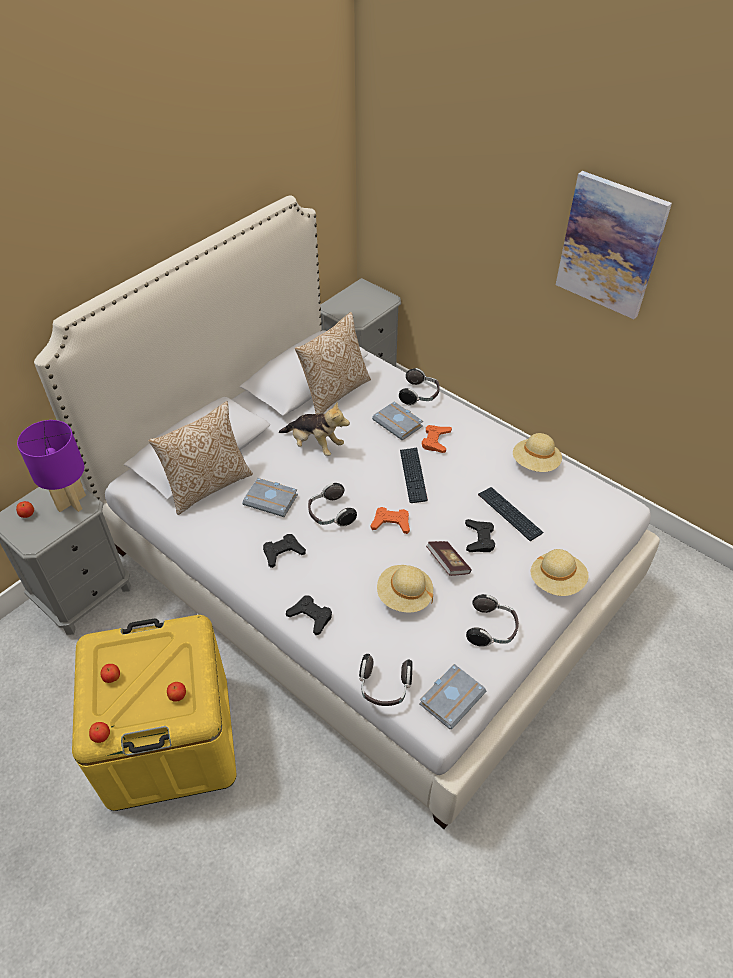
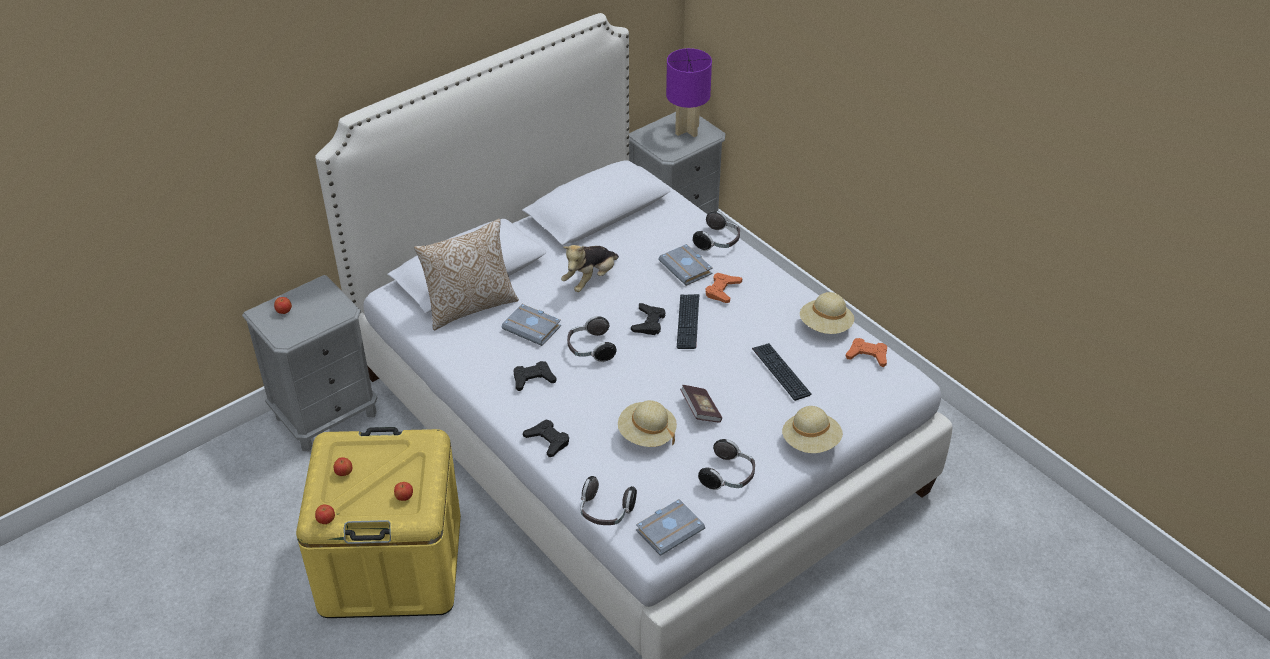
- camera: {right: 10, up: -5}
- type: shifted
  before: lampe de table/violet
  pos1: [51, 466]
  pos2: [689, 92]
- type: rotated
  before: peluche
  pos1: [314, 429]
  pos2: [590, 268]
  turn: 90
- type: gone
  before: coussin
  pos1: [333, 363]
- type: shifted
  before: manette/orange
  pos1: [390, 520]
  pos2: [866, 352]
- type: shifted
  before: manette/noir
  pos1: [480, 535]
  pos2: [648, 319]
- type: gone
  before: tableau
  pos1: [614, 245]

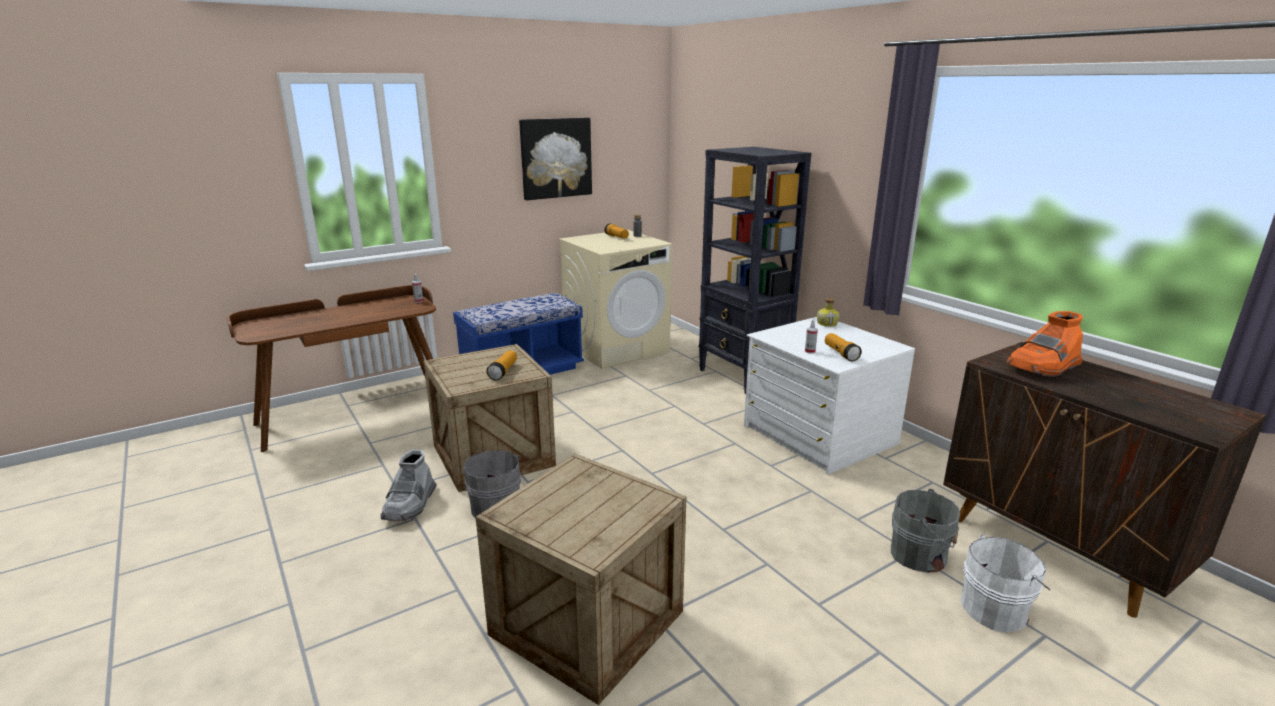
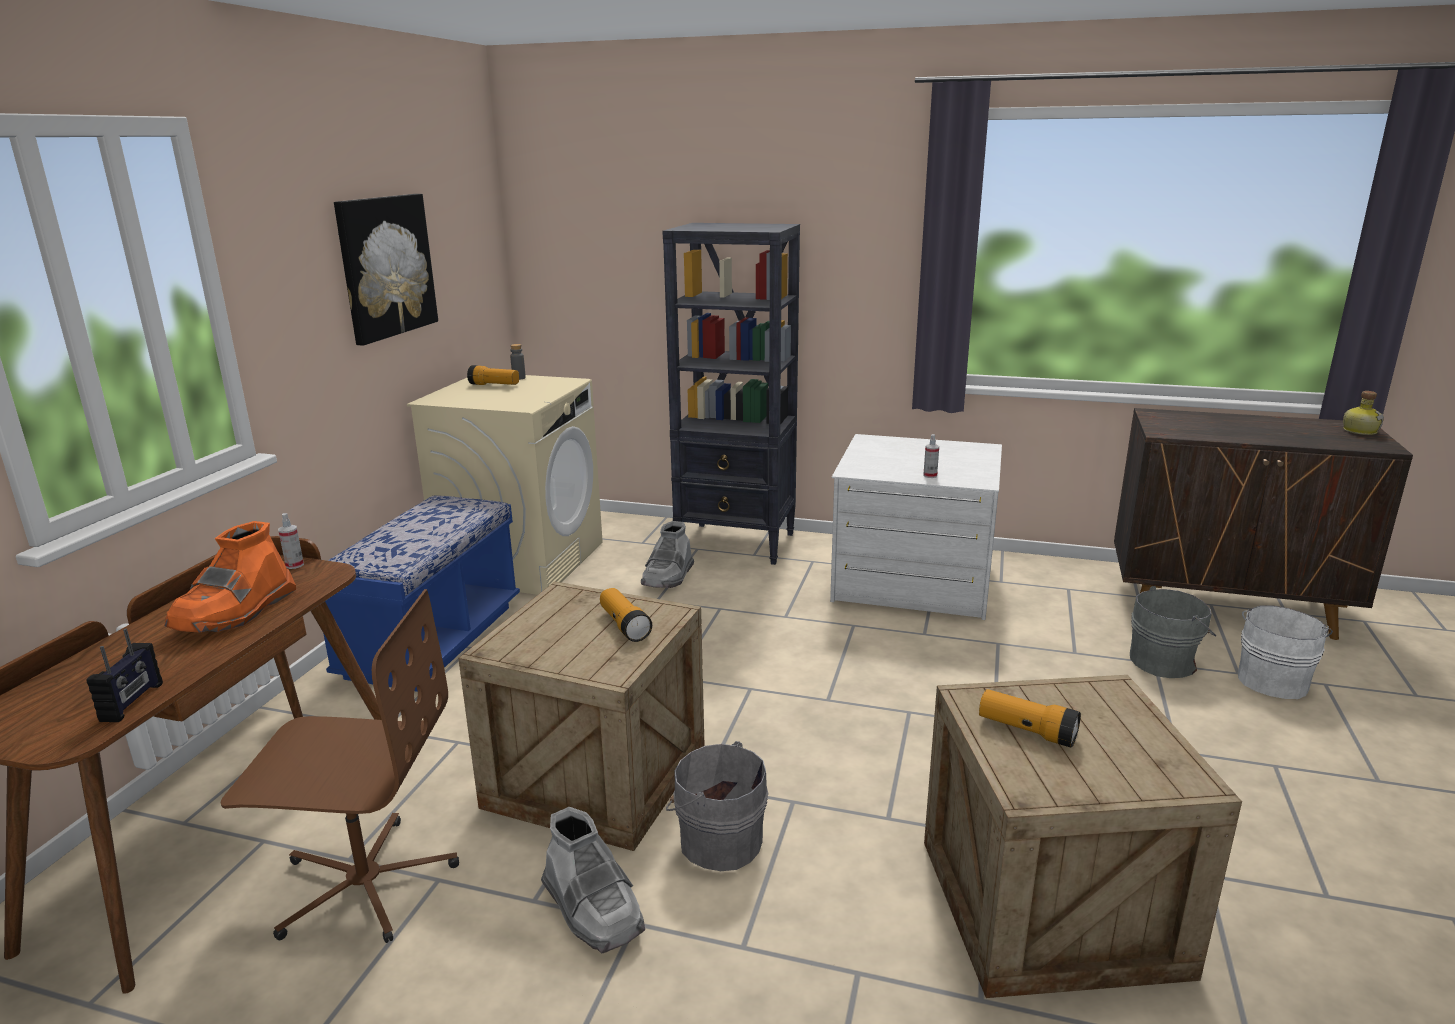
- camera: {right: -40, up: 0}
- type: shifted
  before: bouteille
  pos1: [828, 312]
  pos2: [1363, 413]
- type: shifted
  before: lampe de poche
  pos1: [843, 347]
  pos2: [1030, 718]
- type: shifted
  before: botte/orange
  pos1: [1045, 344]
  pos2: [230, 576]
- type: new
  after: radio
  pos2: [124, 675]
- type: new
  after: chaise de bureau/marron
  pos2: [340, 766]
- type: new
  after: botte/gris
  pos2: [667, 554]

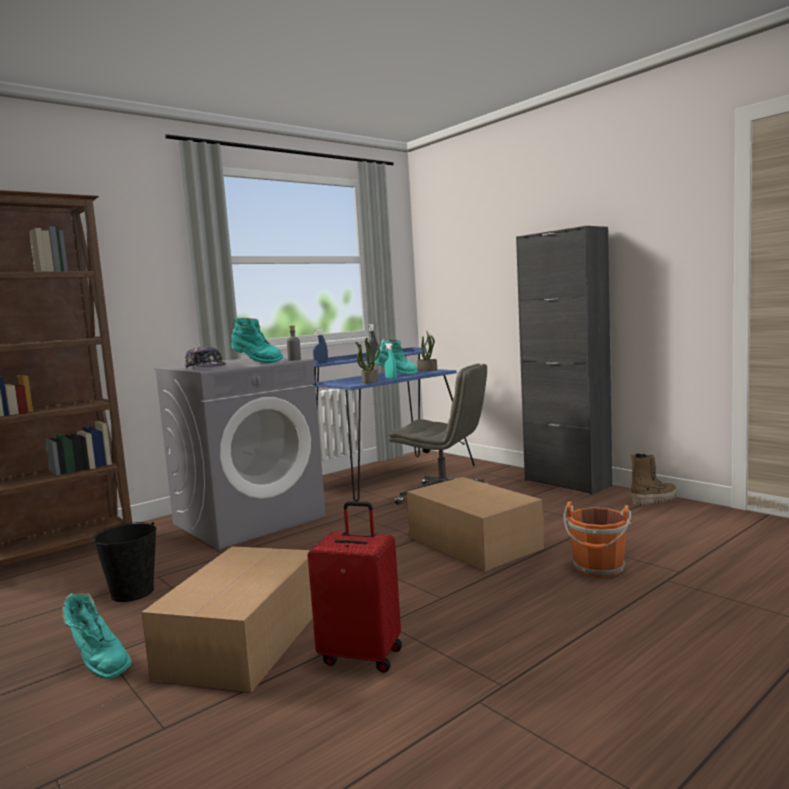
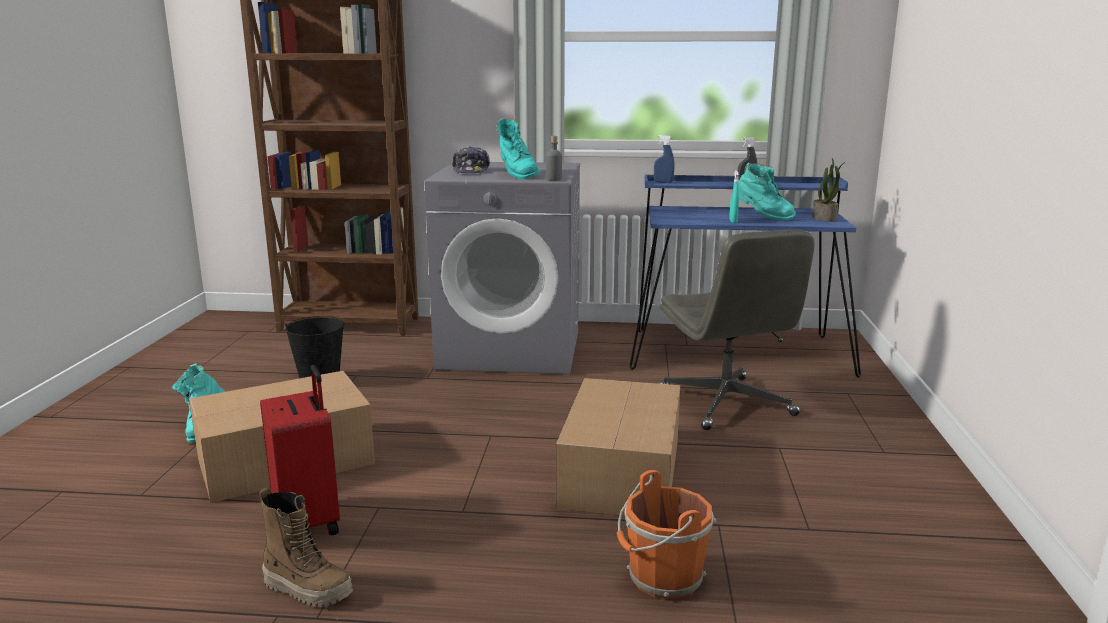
- camera: {right: 45, up: 10}
- type: gone
  before: plante en pot
  pos1: [367, 361]
- type: gone
  before: meuble de rangement/noir
  pos1: [564, 360]
- type: shifted
  before: botte
  pos1: [653, 479]
  pos2: [306, 547]

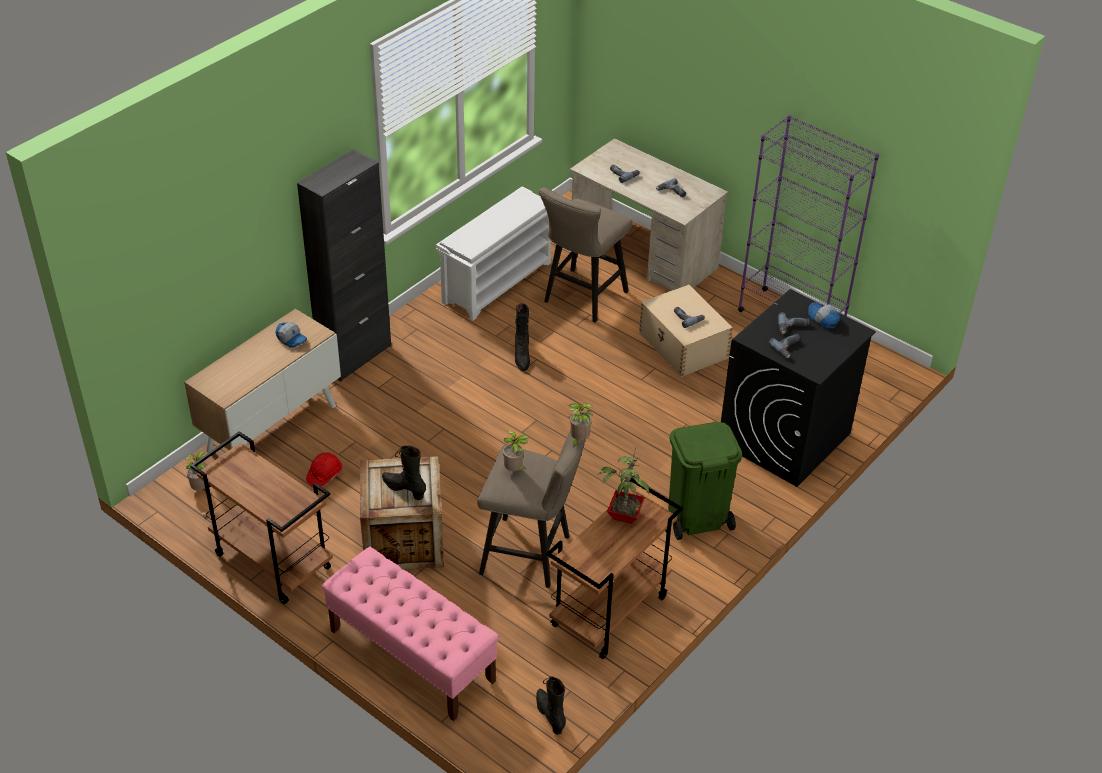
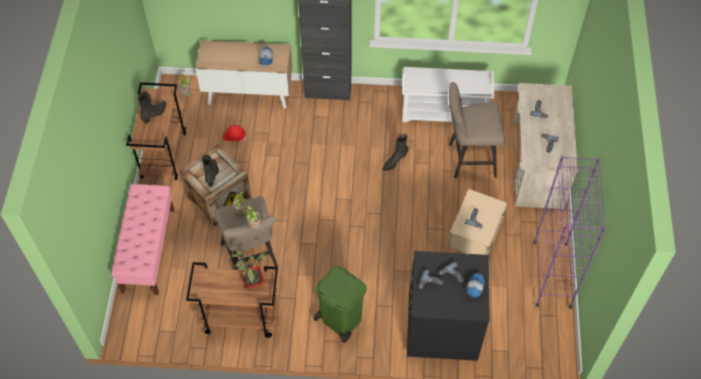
- camera: {right: 55, up: 15}
- type: shifted
  before: botte/noir
  pos1: [551, 705]
  pos2: [152, 107]

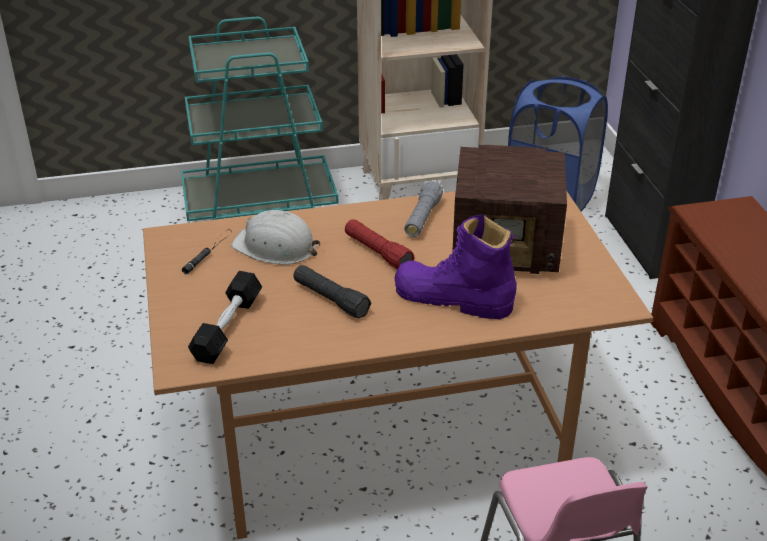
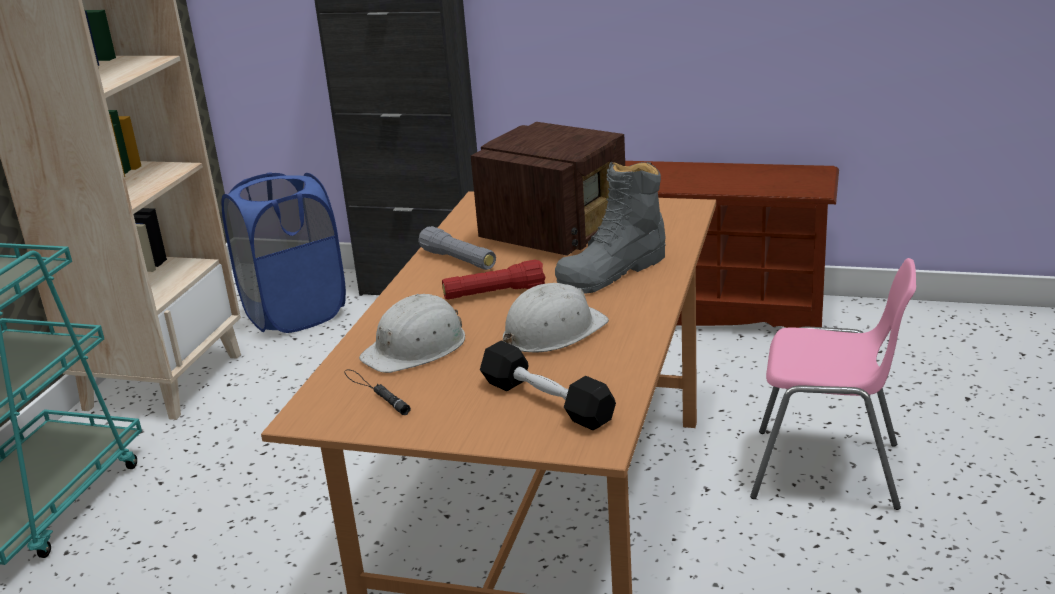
- camera: {right: -60, up: -10}
- type: swapped
  before: lampe de poche/noir
  after: casque de chantier/blanc
  pos1: [332, 292]
  pos2: [556, 317]
- type: repainted
  before: botte/violet
  after: botte/gris
  pos1: [455, 267]
  pos2: [610, 227]

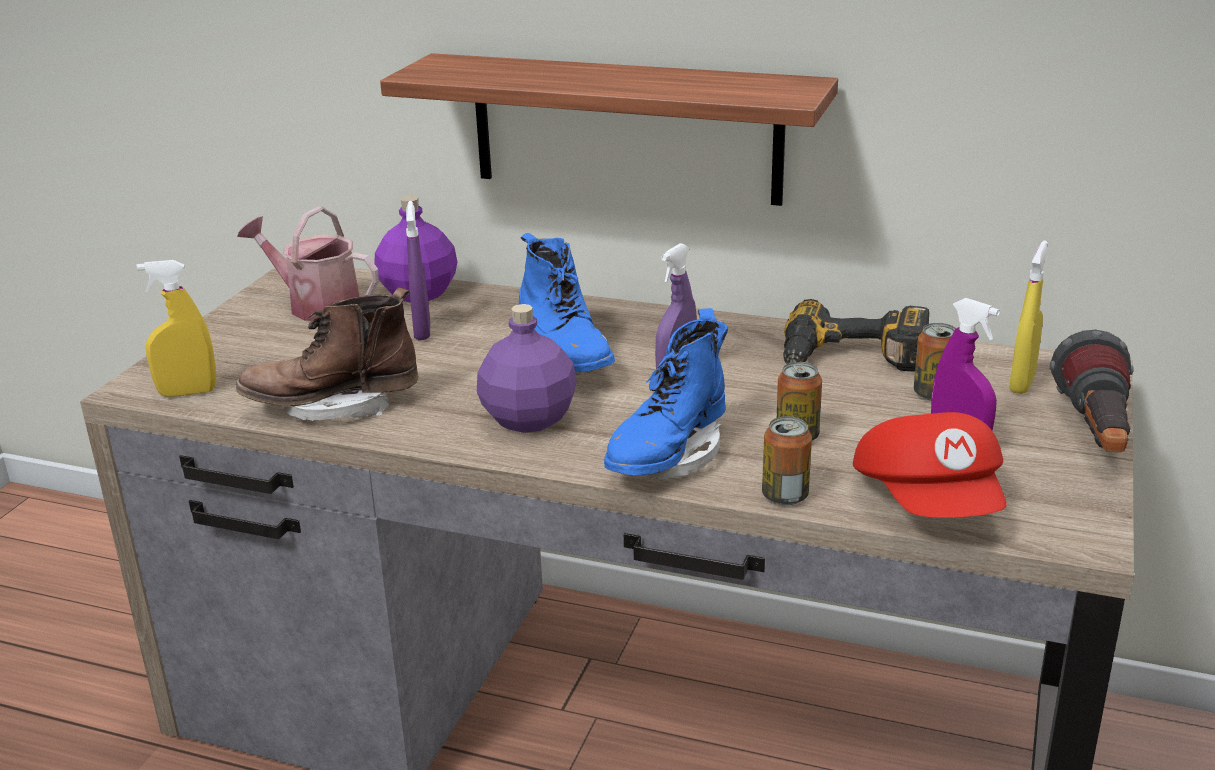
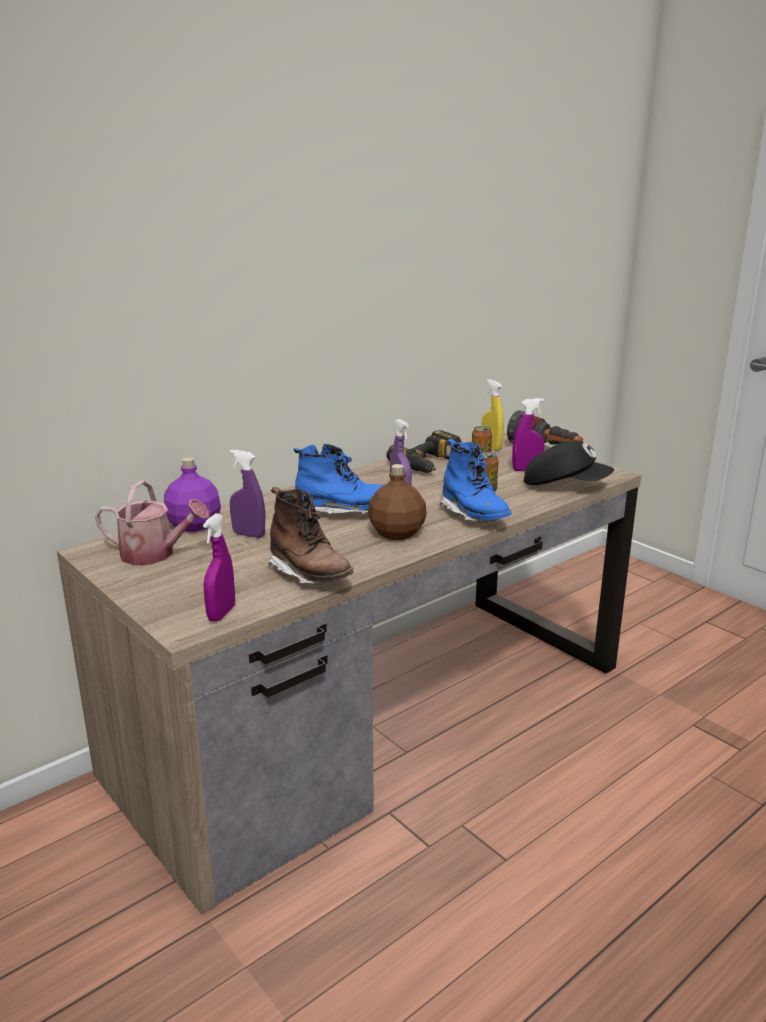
- camera: {right: -60, up: -5}
- type: repainted
  before: vaporisateur/jaune
  after: vaporisateur/violet
  pos1: [176, 328]
  pos2: [219, 567]
- type: rotated
  before: botte/marron
  pos1: [327, 354]
  pos2: [311, 536]
  turn: -60
- type: rotated
  before: arrosoir
  pos1: [308, 263]
  pos2: [152, 522]
  turn: -135
- type: gone
  before: étagère
  pos1: [609, 129]
- type: repainted
  before: bouteille/violet
  after: bouteille/marron
  pos1: [527, 368]
  pos2: [397, 502]
- type: gone
  before: boîte métallique
  pos1: [787, 460]
- type: repainted
  before: casquette/rouge
  after: casquette/noir
  pos1: [930, 465]
  pos2: [569, 462]

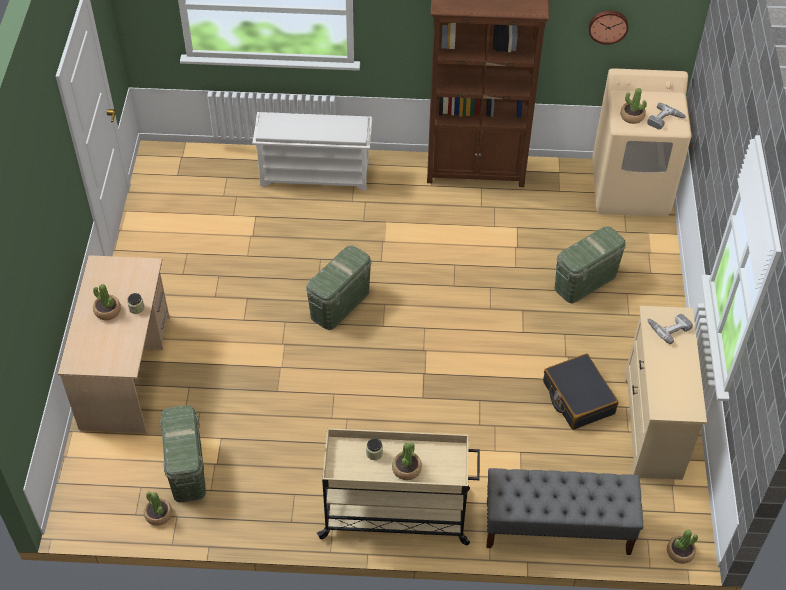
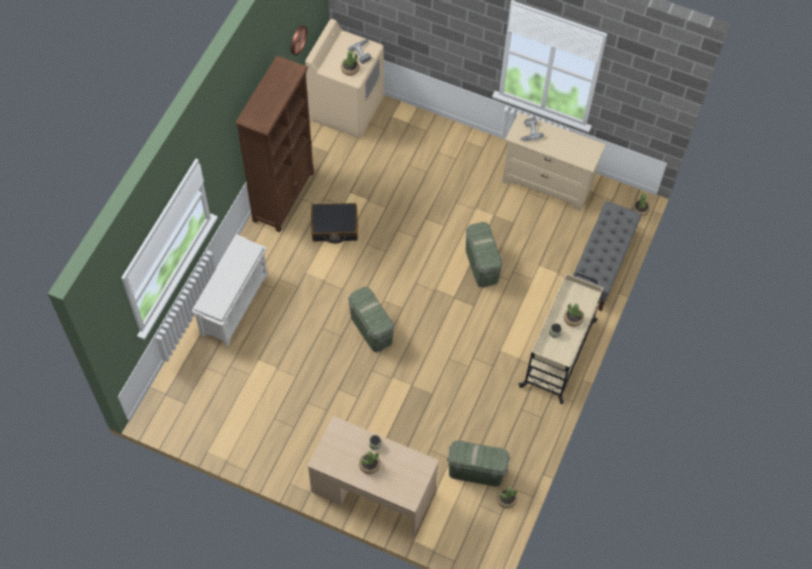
- camera: {right: -70, up: 10}
- type: shifted
  before: valise/noir
  pos1: [580, 392]
  pos2: [334, 223]
- type: shifted
  before: boîte de rangement/vert
  pos1: [590, 264]
  pos2: [484, 255]

